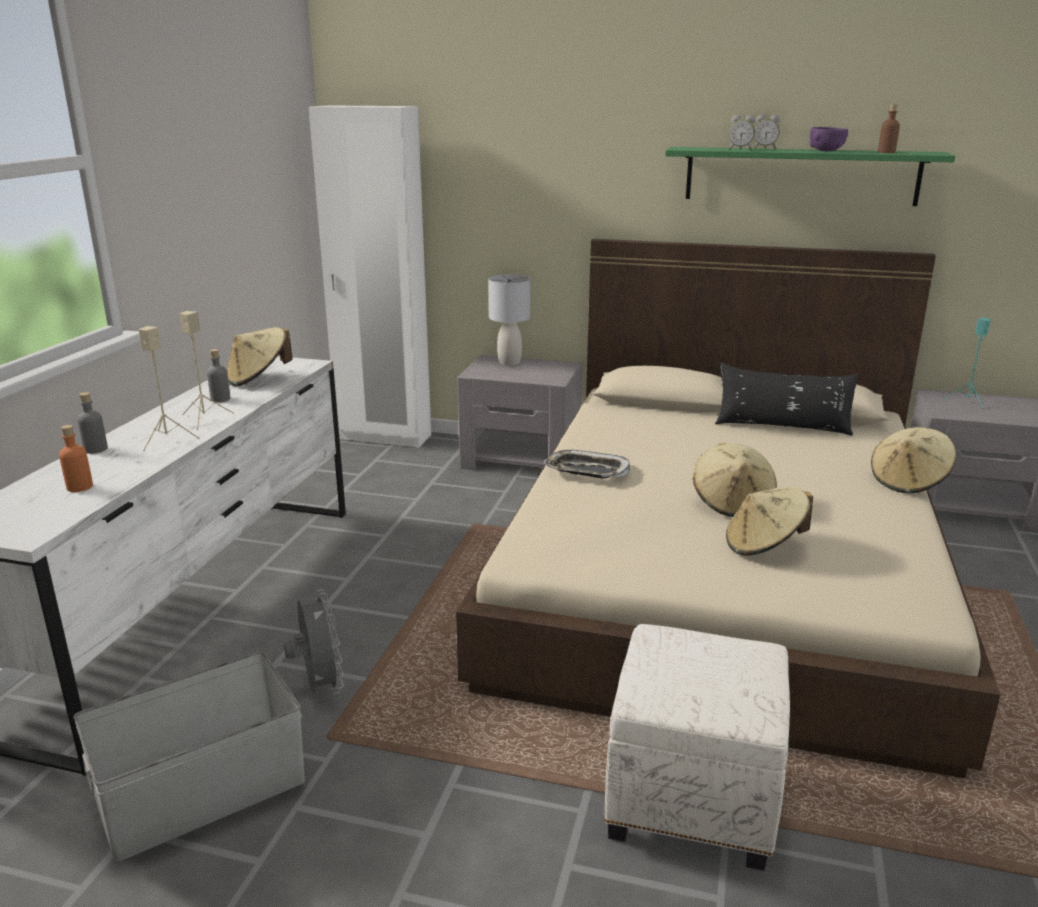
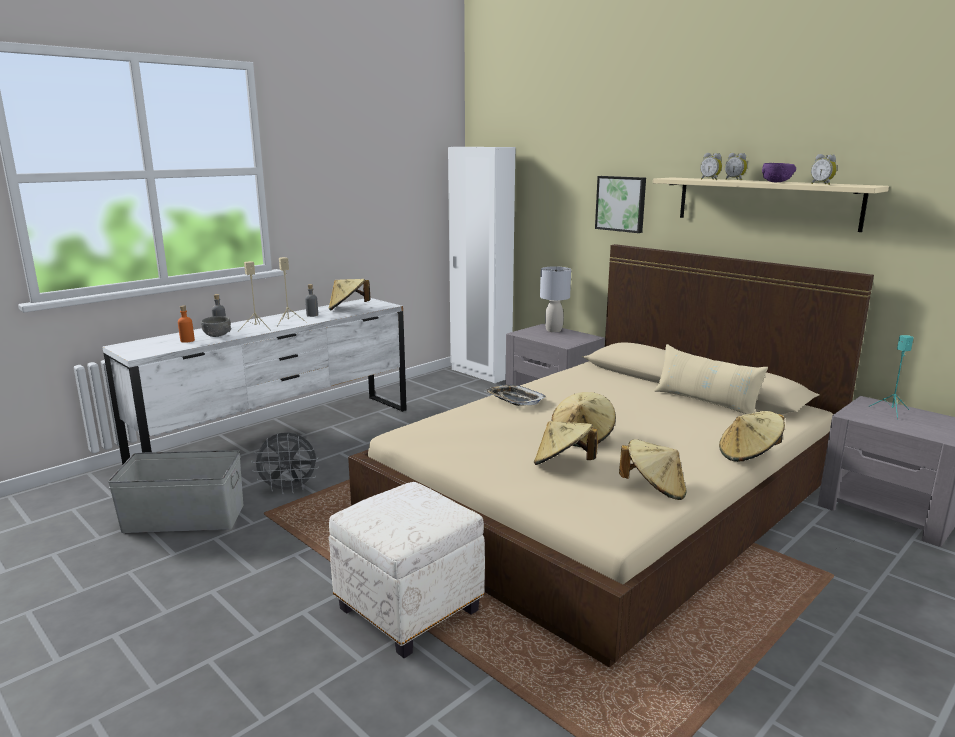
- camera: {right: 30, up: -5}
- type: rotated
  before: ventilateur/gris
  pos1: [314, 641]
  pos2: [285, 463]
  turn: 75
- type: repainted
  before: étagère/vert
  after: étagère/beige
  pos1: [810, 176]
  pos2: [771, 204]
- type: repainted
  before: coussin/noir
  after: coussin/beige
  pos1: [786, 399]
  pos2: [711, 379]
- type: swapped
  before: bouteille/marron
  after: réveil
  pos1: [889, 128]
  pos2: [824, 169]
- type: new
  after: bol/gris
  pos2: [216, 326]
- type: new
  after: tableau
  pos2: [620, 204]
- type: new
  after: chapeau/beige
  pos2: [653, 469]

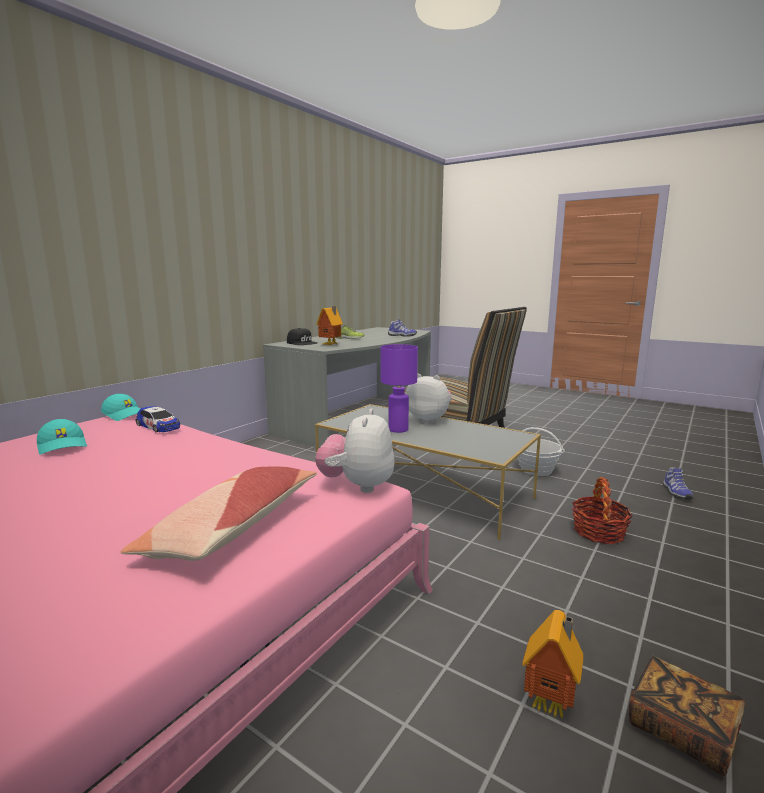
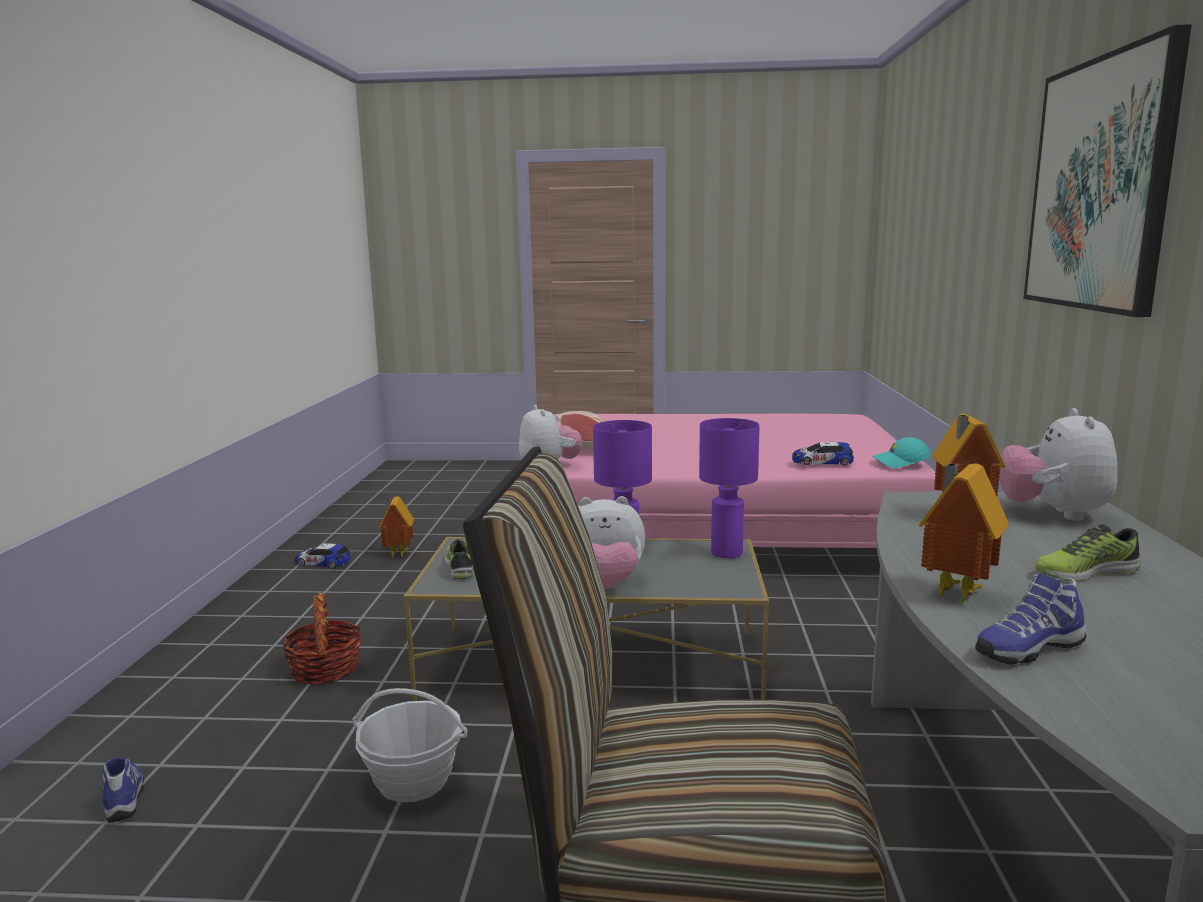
- camera: {right: 150, up: 0}
- type: gone
  before: casquette/turquoise
  pos1: [62, 437]
- type: swapped
  before: casquette/noir
  after: peluche
  pos1: [302, 336]
  pos2: [1058, 464]
- type: swapped
  before: livre
  after: petite voiture
  pos1: [687, 716]
  pos2: [323, 556]
- type: new
  after: chaussure
  pos2: [459, 559]
- type: new
  after: lampe de table/violet
  pos2: [729, 488]
- type: new
  after: maison miniature
  pos2: [963, 534]
- type: new
  after: tableau
  pos2: [1107, 170]

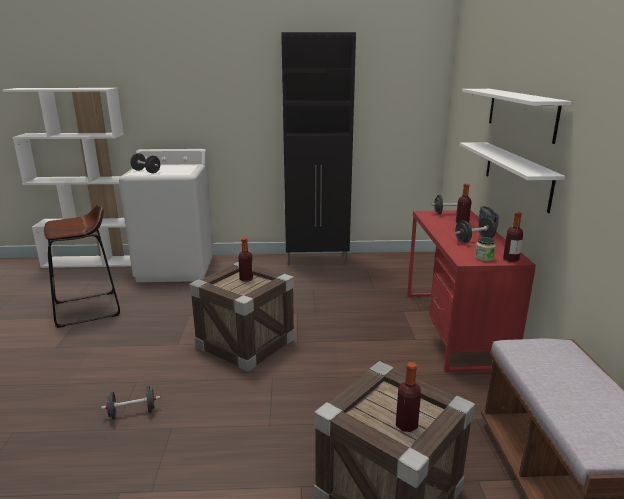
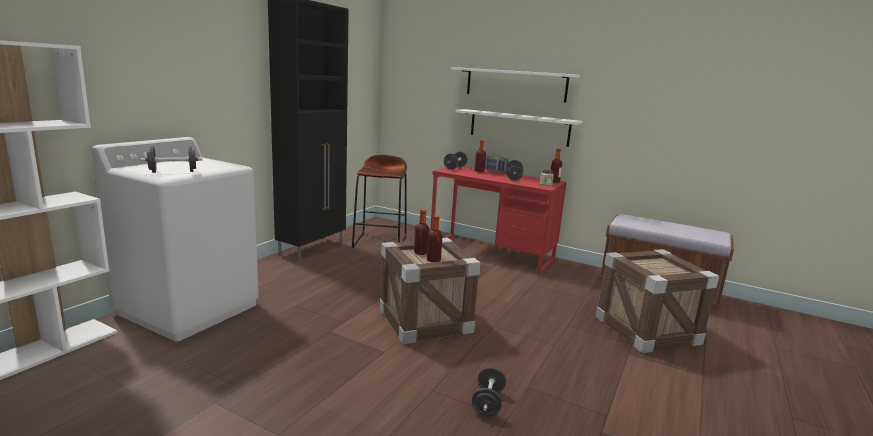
- camera: {right: -60, up: -5}
- type: shifted
  before: tabouret/marron
  pos1: [82, 266]
  pos2: [379, 201]
- type: shifted
  before: bouteille
  pos1: [408, 397]
  pos2: [434, 239]

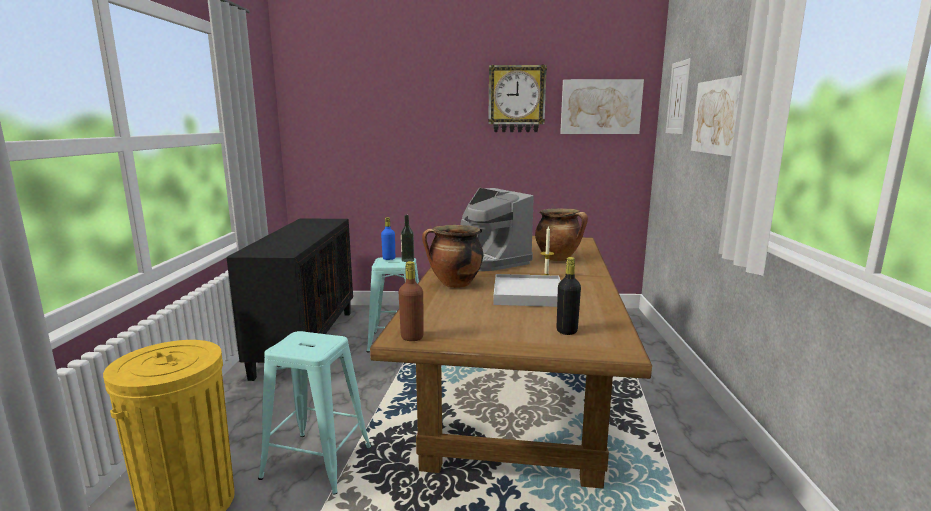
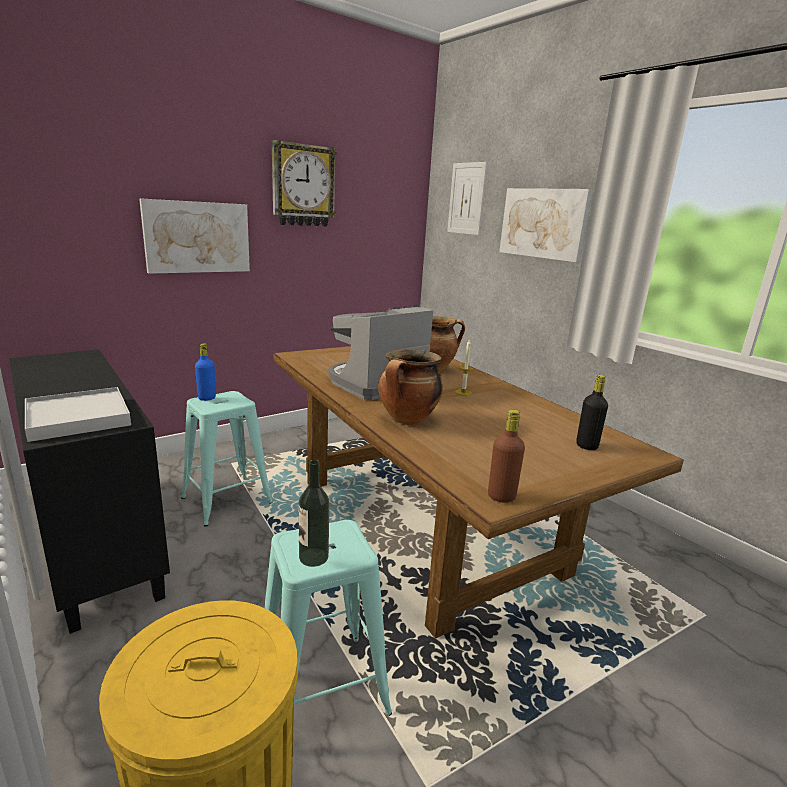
- camera: {right: -40, up: 5}
- type: shifted
  before: bouteille
  pos1: [407, 238]
  pos2: [314, 513]
- type: rotated
  before: machine à café
  pos1: [497, 229]
  pos2: [381, 352]
  turn: 120
- type: shifted
  before: plateau/blanc
  pos1: [527, 290]
  pos2: [78, 414]
- type: shifted
  before: tableau
  pos1: [602, 106]
  pos2: [194, 236]

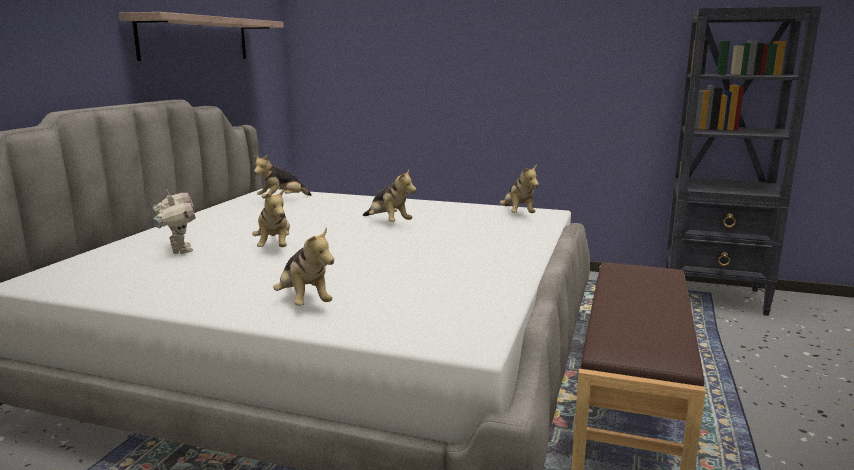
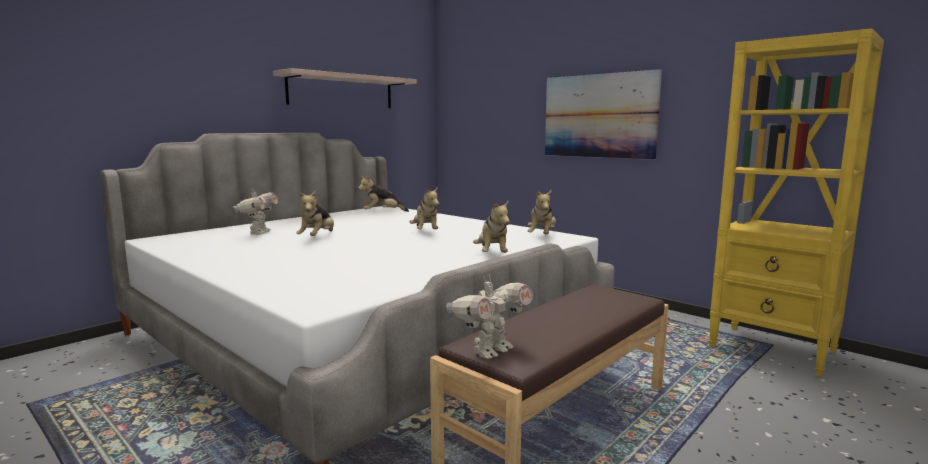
- camera: {right: 25, up: -5}
- type: shifted
  before: peluche
  pos1: [303, 266]
  pos2: [491, 226]
- type: repainted
  before: bibliothèque/noir
  after: bibliothèque/jaune
  pos1: [744, 161]
  pos2: [796, 202]
- type: new
  after: robot jouet
  pos2: [489, 316]
- type: new
  after: tableau
  pos2: [603, 114]

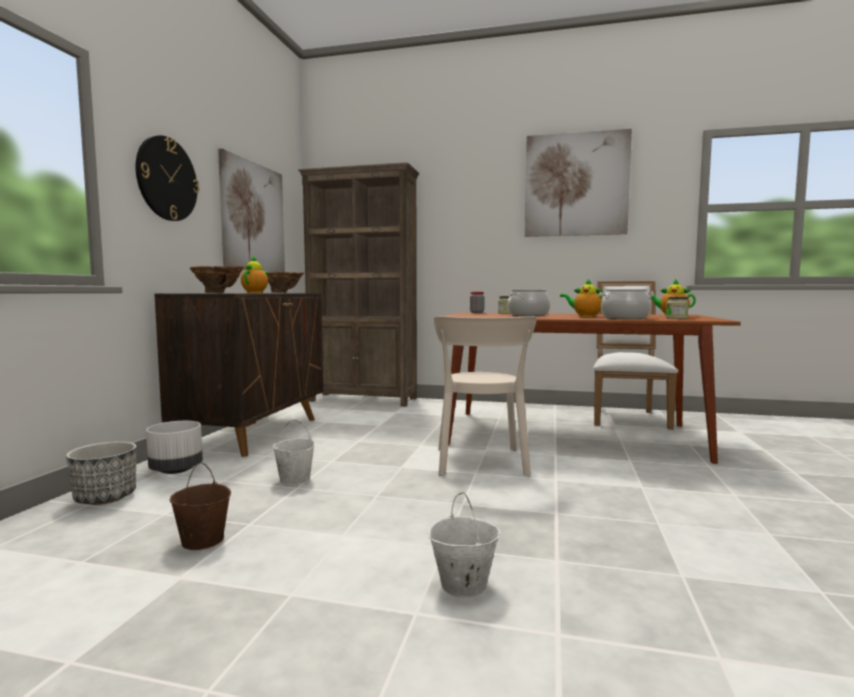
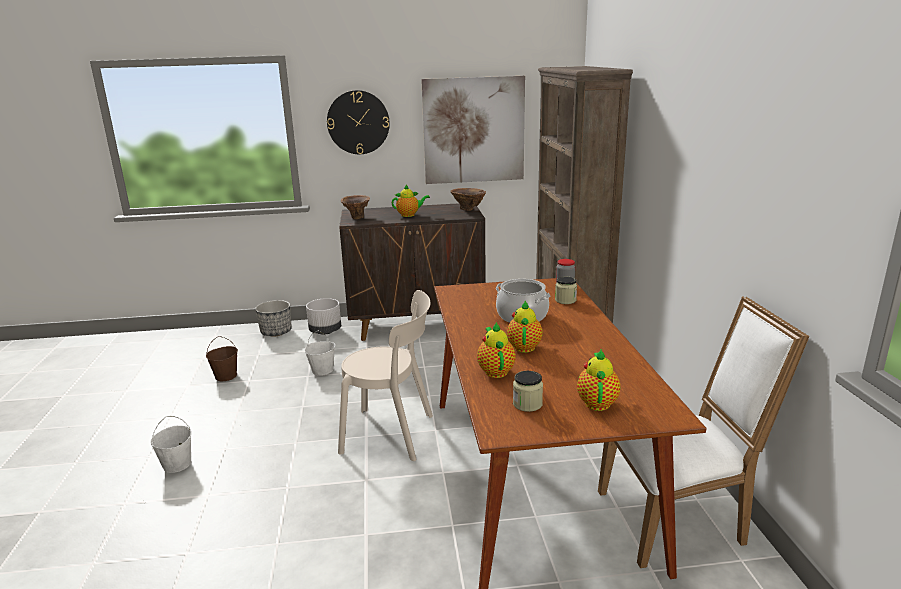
- camera: {right: 70, up: 15}
- type: rotated
  before: chaise/beige
  pos1: [485, 396]
  pos2: [385, 375]
  turn: -150
- type: gone
  before: tableau
  pos1: [578, 183]
- type: swapped
  before: marmite
  after: théière
  pos1: [626, 304]
  pos2: [496, 350]

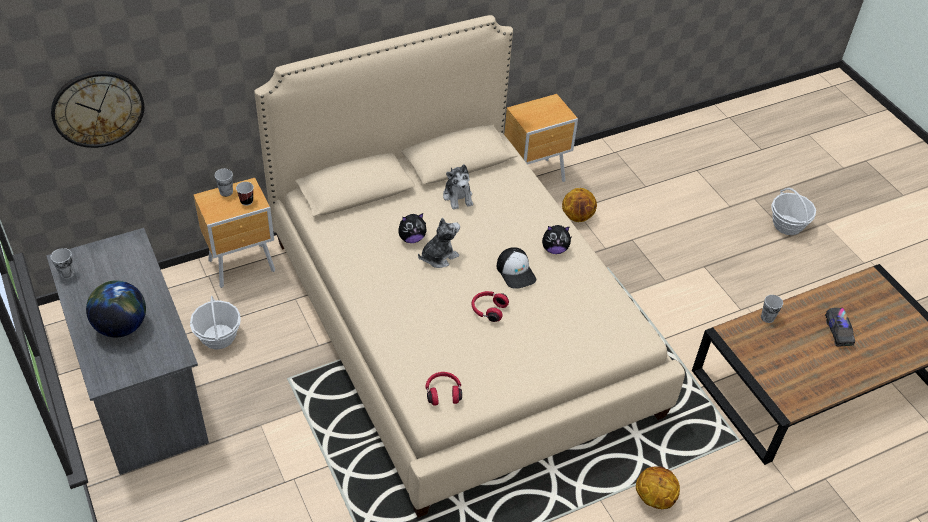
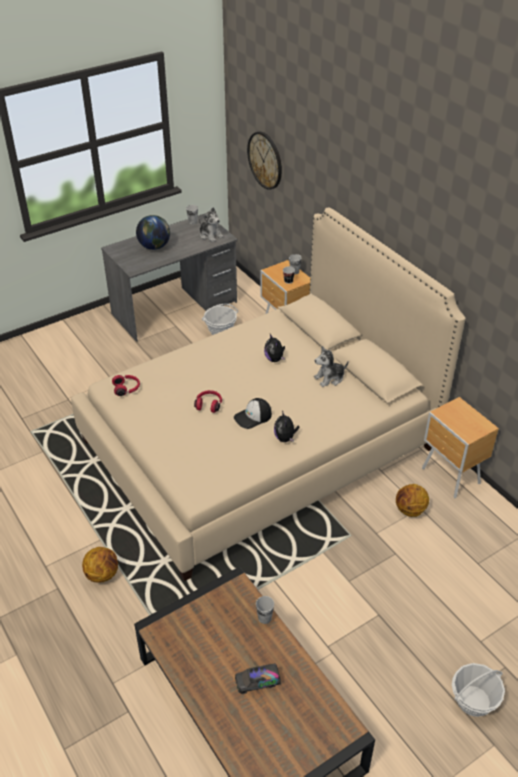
- camera: {right: 85, up: -5}
- type: shifted
  before: peluche
  pos1: [439, 243]
  pos2: [211, 224]

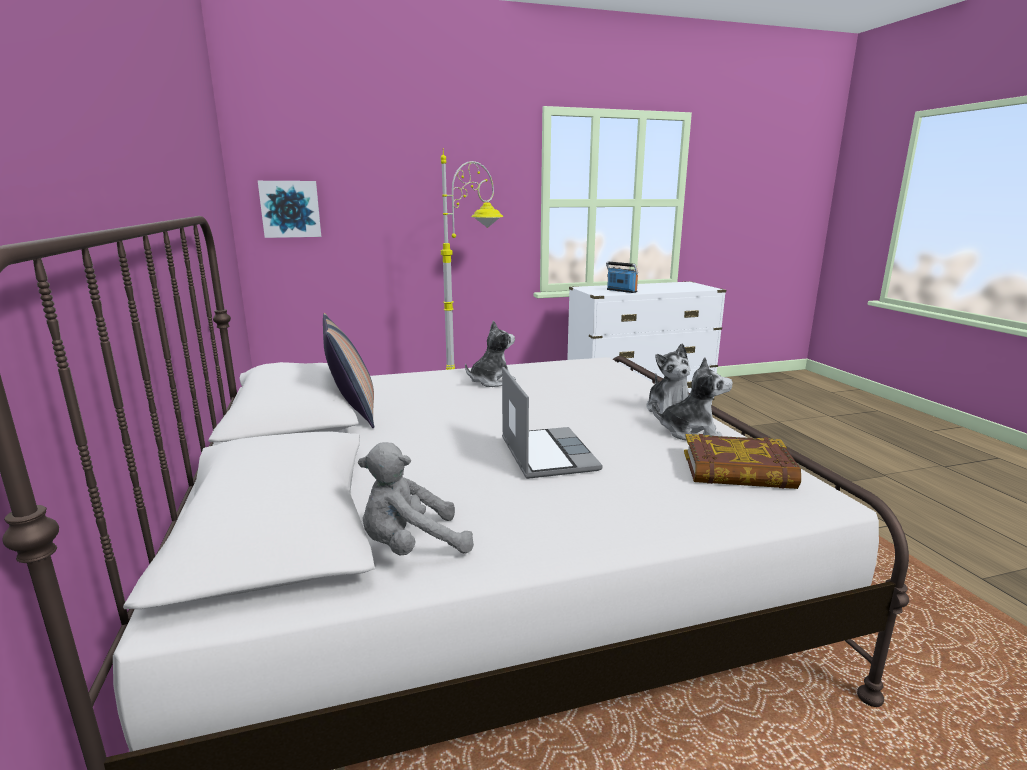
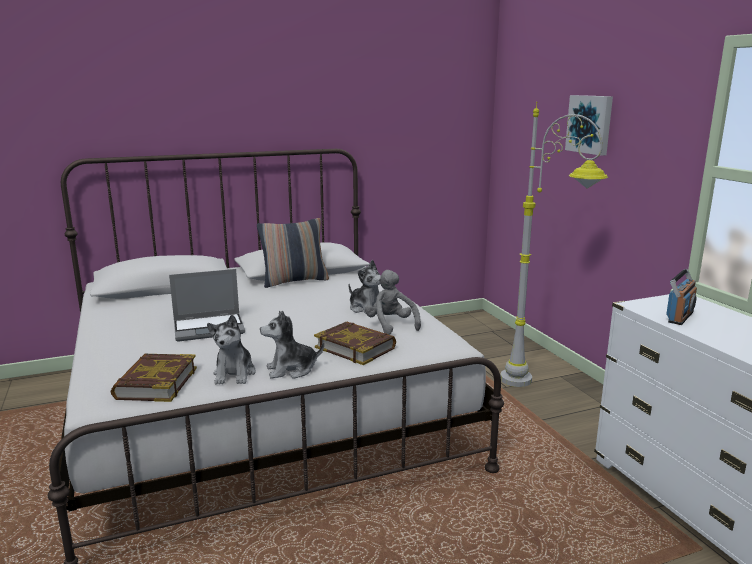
- camera: {right: 85, up: 0}
- type: shifted
  before: tableau
  pos1: [289, 209]
  pos2: [589, 125]
- type: shifted
  before: peluche/gris
  pos1: [416, 498]
  pos2: [393, 302]
- type: new
  after: livre
  pos2: [355, 343]

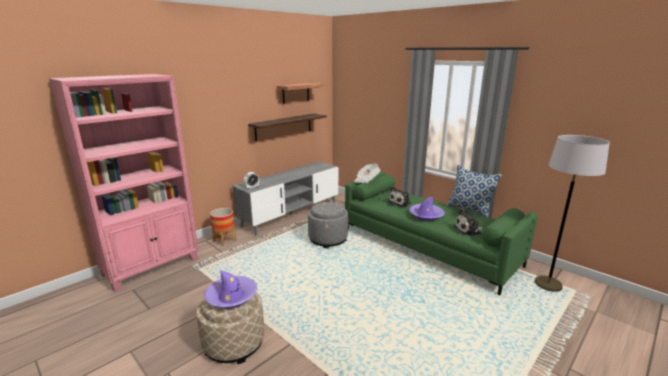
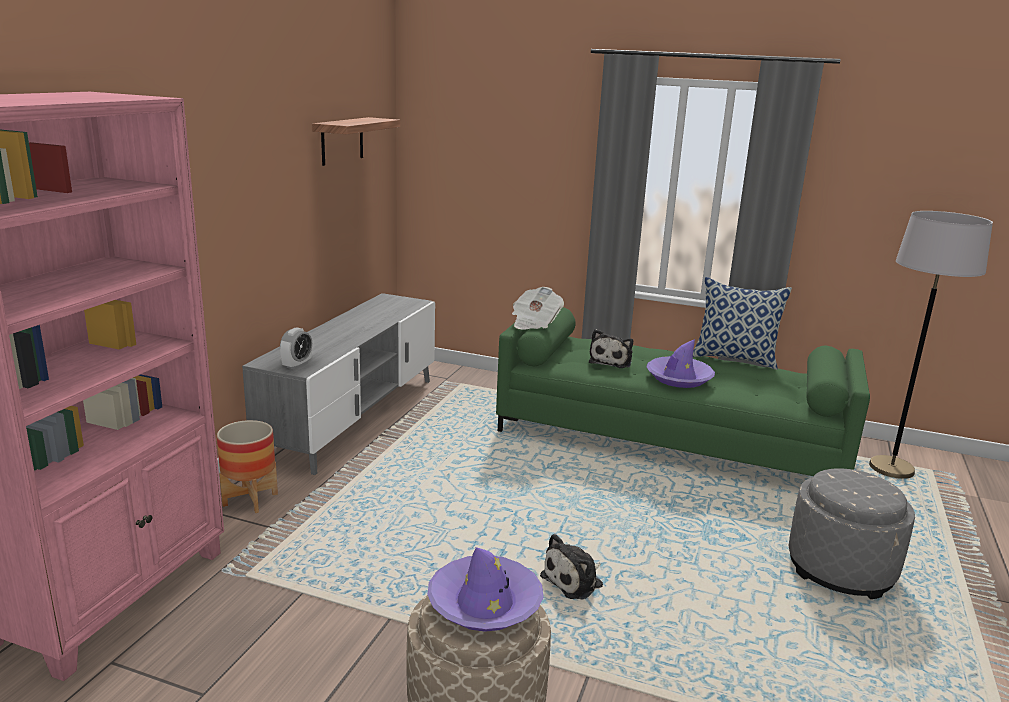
- camera: {right: -25, up: 0}
- type: gone
  before: étagère
  pos1: [287, 127]
- type: shifted
  before: pouf/gris
  pos1: [328, 225]
  pos2: [852, 533]
- type: shifted
  before: peluche
  pos1: [469, 222]
  pos2: [571, 566]

